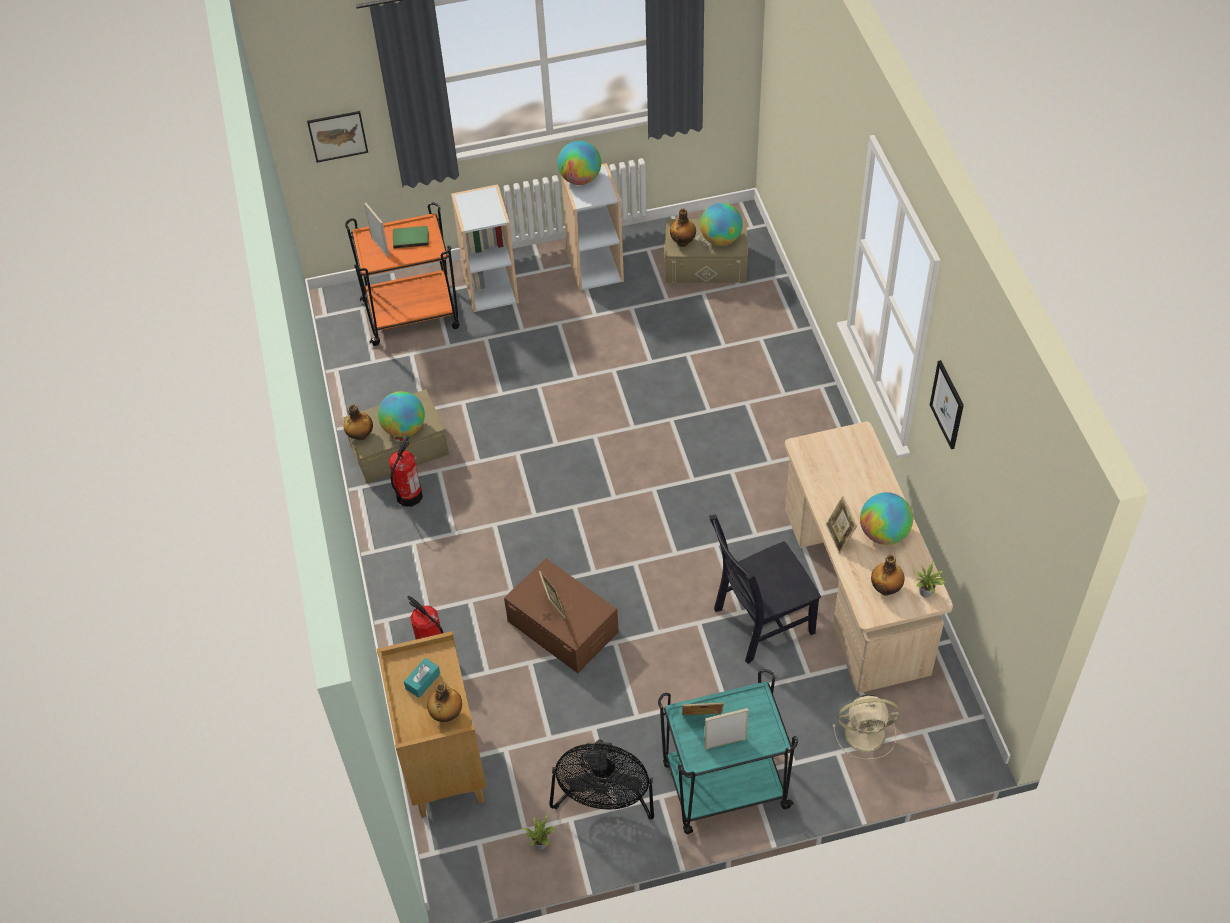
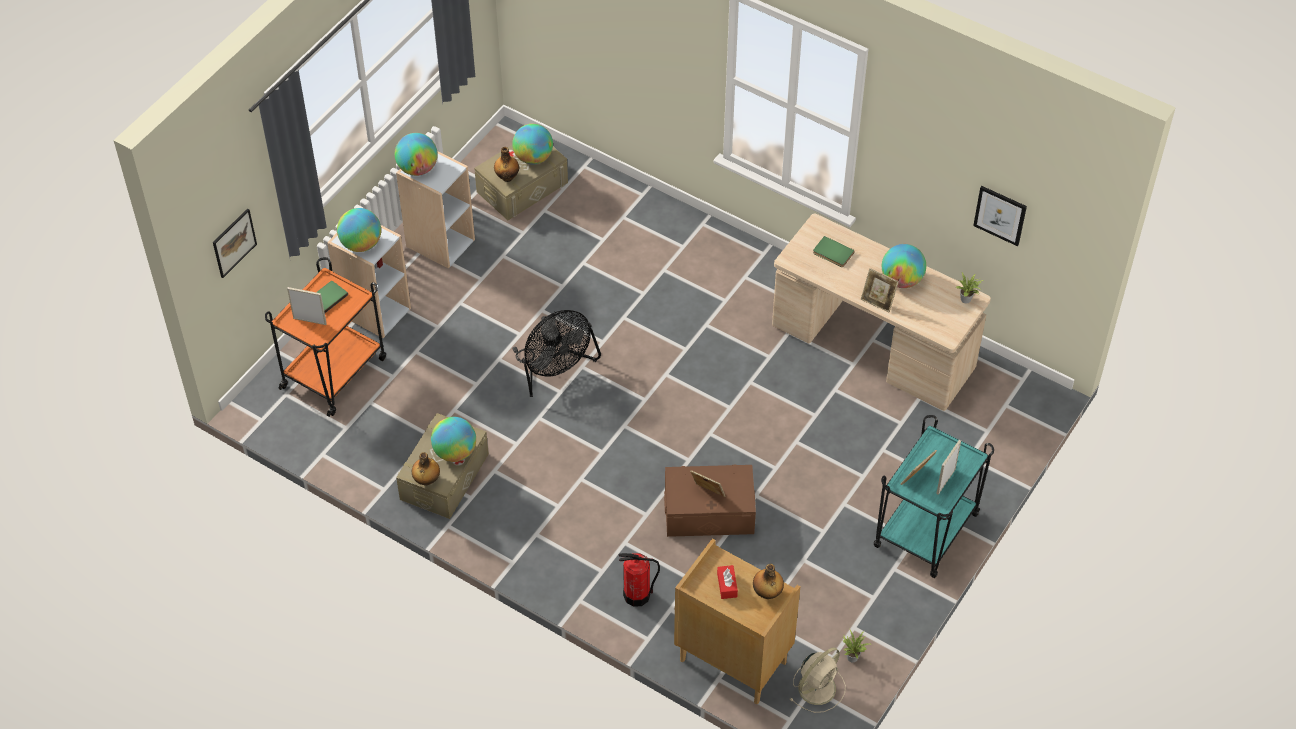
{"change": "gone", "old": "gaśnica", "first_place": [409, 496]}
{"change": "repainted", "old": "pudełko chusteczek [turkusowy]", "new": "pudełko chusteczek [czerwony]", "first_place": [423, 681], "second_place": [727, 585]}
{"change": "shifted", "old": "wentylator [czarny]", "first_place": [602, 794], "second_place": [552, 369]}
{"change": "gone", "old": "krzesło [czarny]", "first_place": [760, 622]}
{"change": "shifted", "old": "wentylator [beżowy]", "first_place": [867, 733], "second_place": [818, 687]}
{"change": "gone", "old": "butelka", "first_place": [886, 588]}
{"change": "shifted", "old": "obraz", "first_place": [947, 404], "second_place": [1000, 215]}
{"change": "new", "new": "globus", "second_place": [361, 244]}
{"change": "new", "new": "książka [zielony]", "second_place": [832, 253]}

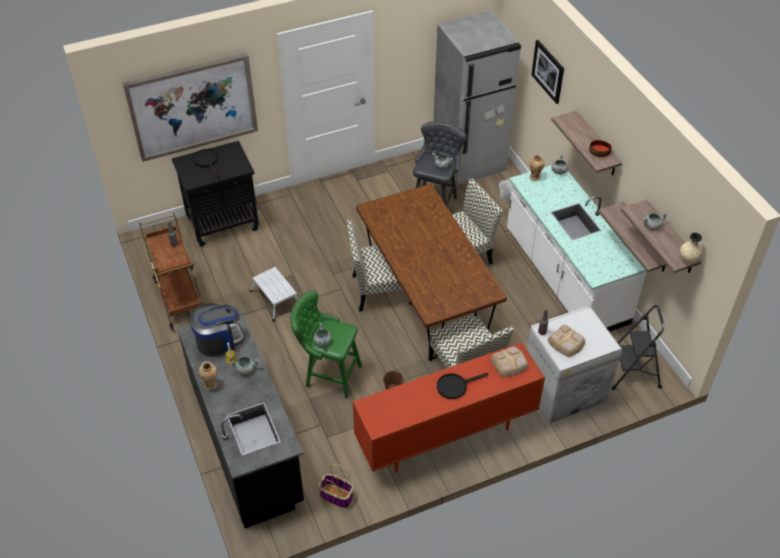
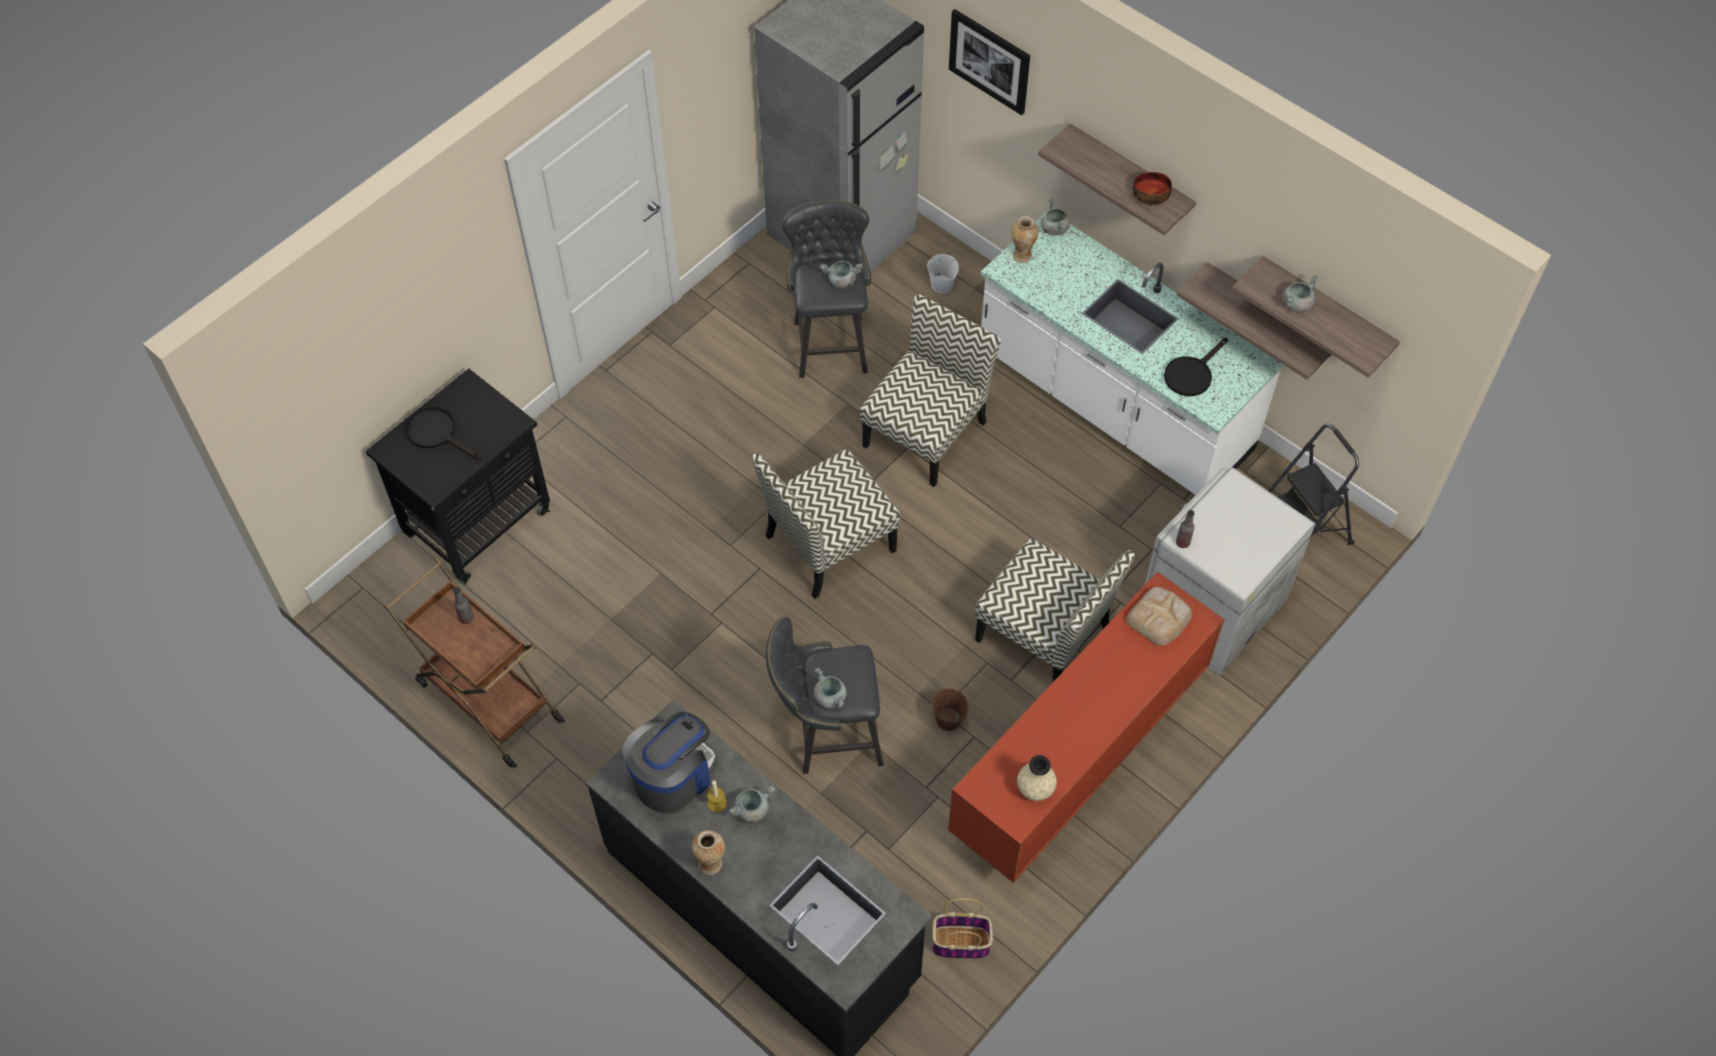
{"change": "gone", "old": "obraz", "first_place": [192, 106]}
{"change": "gone", "old": "drabinka [biały]", "first_place": [276, 298]}
{"change": "repainted", "old": "stołek [zielony]", "new": "stołek [szary]", "first_place": [327, 374], "second_place": [825, 736]}
{"change": "gone", "old": "stół jadalny [brązowy]", "first_place": [425, 298]}
{"change": "shifted", "old": "patelnia [czarny]", "first_place": [455, 386], "second_place": [1191, 374]}
{"change": "gone", "old": "chleb", "first_place": [566, 343]}
{"change": "shifted", "old": "wazon [beżowy]", "first_place": [688, 259], "second_place": [1035, 789]}

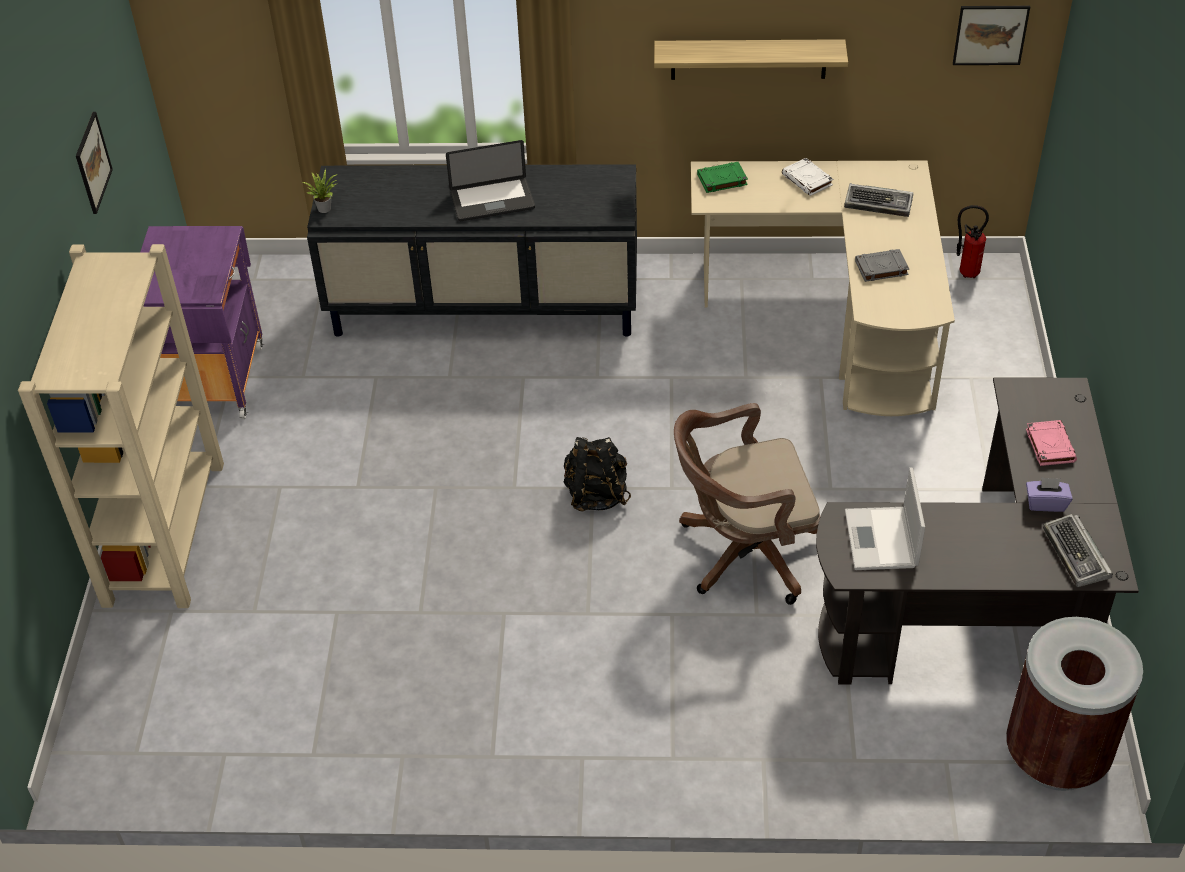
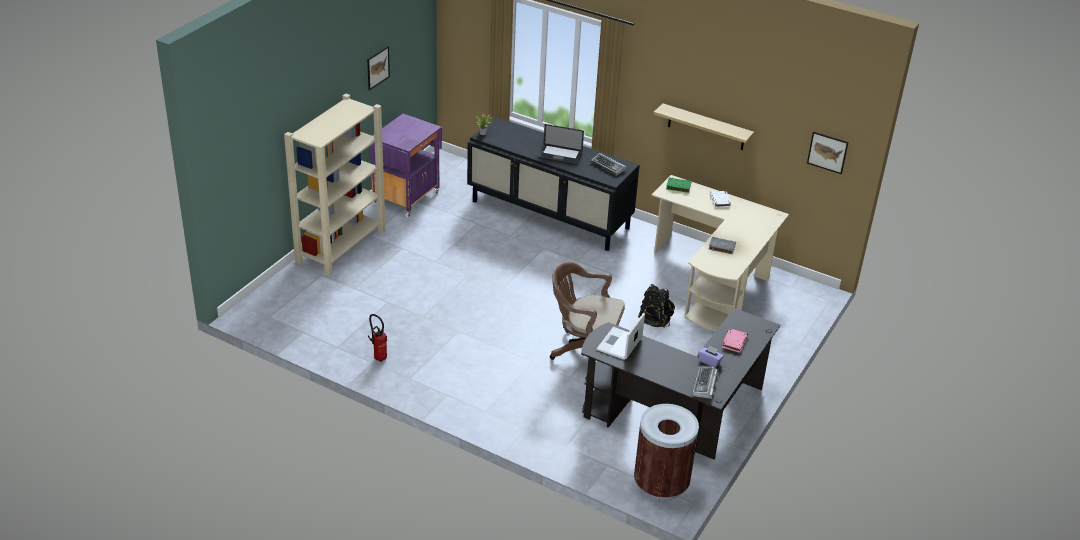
{"change": "shifted", "old": "plecak [czarny]", "first_place": [596, 494], "second_place": [655, 320]}
{"change": "shifted", "old": "klawiatura", "first_place": [879, 204], "second_place": [608, 167]}
{"change": "shifted", "old": "gaśnica", "first_place": [965, 273], "second_place": [379, 357]}

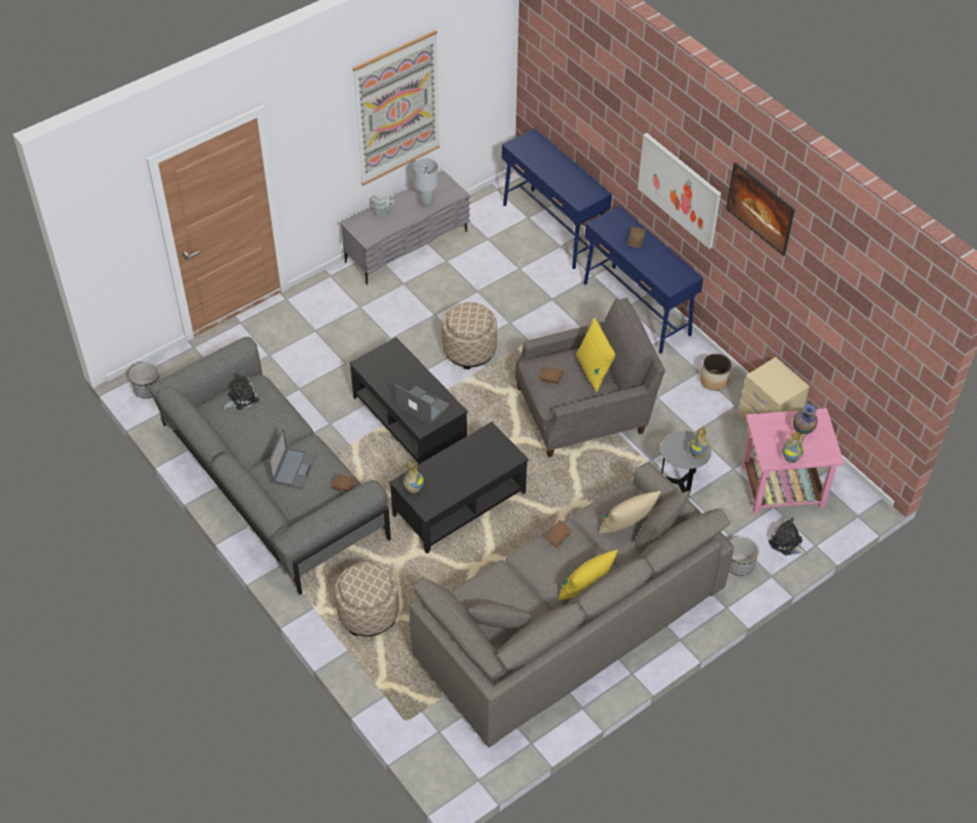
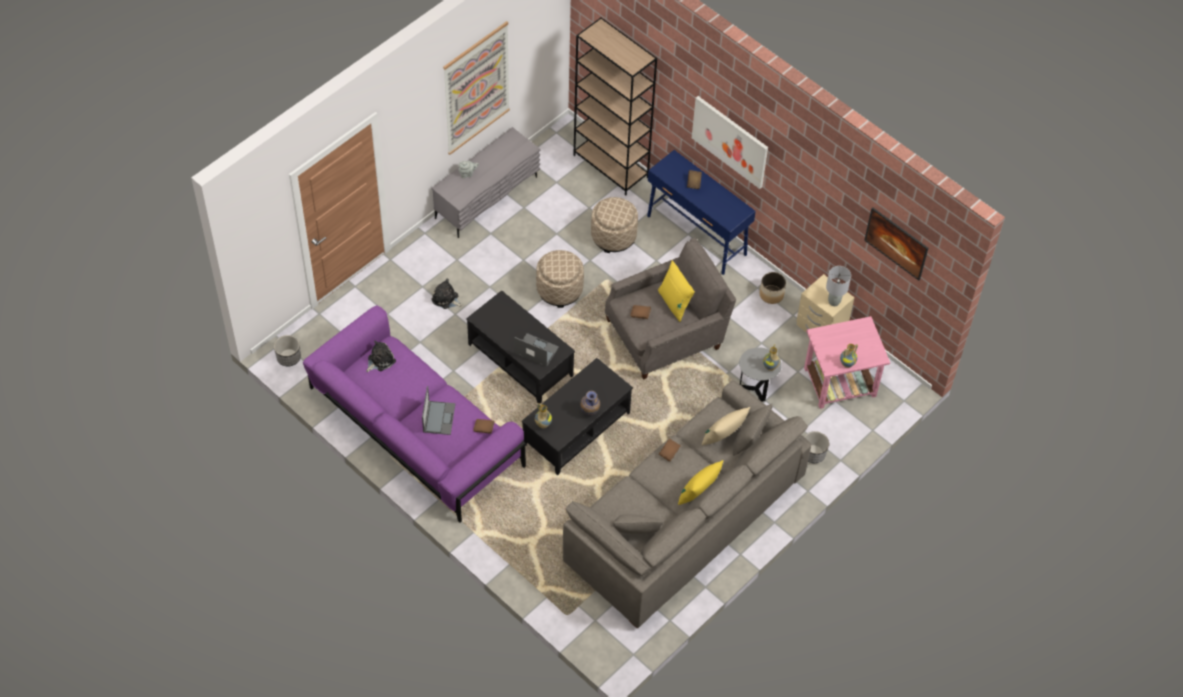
{"change": "repainted", "old": "kanapa [szary]", "new": "kanapa [fioletowy]", "first_place": [270, 482], "second_place": [413, 428]}
{"change": "shifted", "old": "pufa [beżowy]", "first_place": [368, 613], "second_place": [613, 236]}
{"change": "shifted", "old": "lampa stołowa [szary]", "first_place": [427, 203], "second_place": [834, 302]}
{"change": "swapped", "old": "stolik konsolowy [niebieski]", "new": "regał [beżowy]", "first_place": [552, 229], "second_place": [611, 166]}
{"change": "shifted", "old": "obraz", "first_place": [758, 220], "second_place": [894, 251]}
{"change": "shifted", "old": "pluszak", "first_place": [787, 543], "second_place": [446, 299]}
{"change": "shifted", "old": "wazon", "first_place": [802, 433], "second_place": [590, 412]}

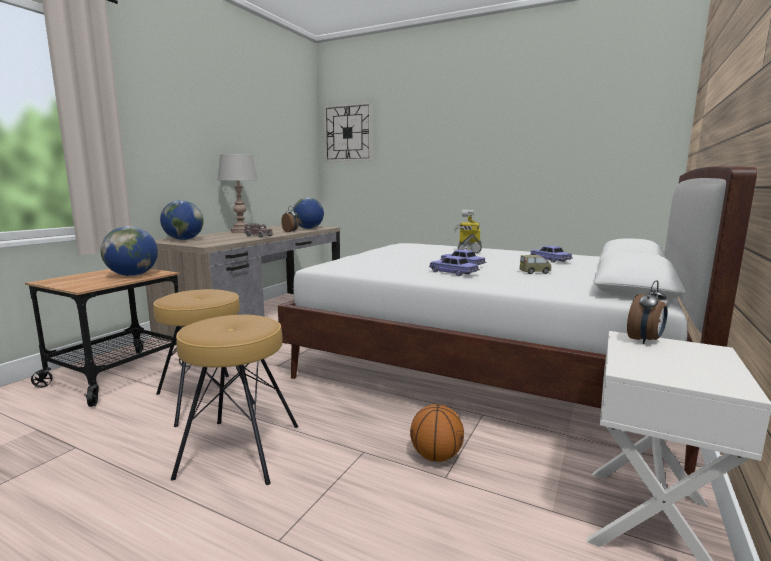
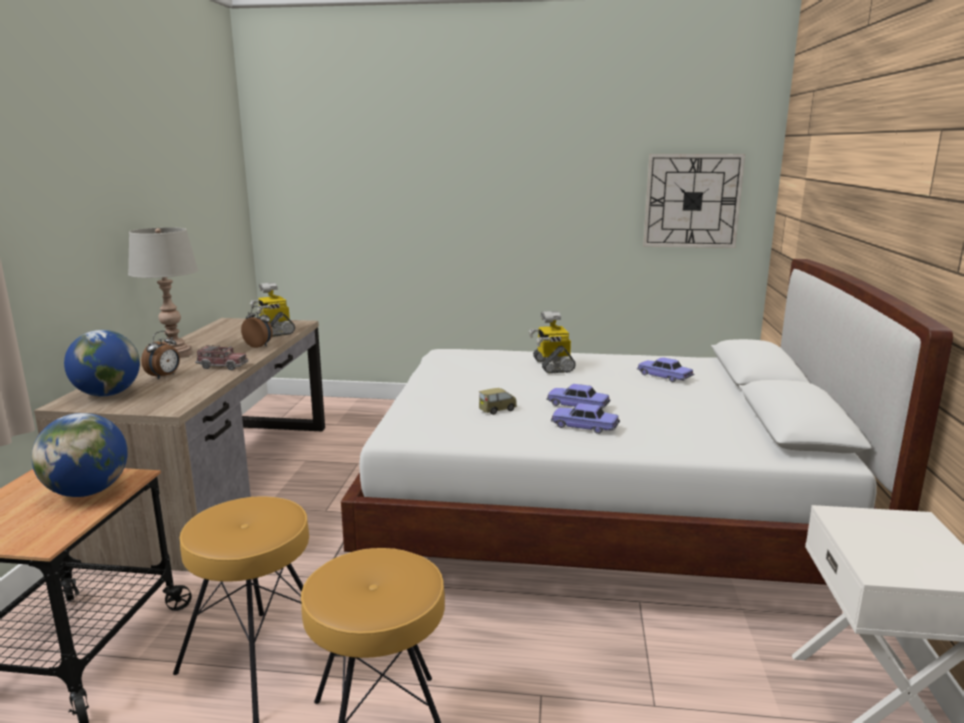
{"change": "swapped", "old": "globus", "new": "robot zabawkowy", "first_place": [308, 228], "second_place": [274, 331]}
{"change": "shifted", "old": "zegar ścienny", "first_place": [348, 133], "second_place": [692, 201]}
{"change": "gone", "old": "piłka do koszykówki", "first_place": [436, 456]}
{"change": "shifted", "old": "samochodzik", "first_place": [535, 272], "second_place": [498, 410]}
{"change": "shifted", "old": "budzik", "first_place": [645, 340], "second_place": [164, 376]}

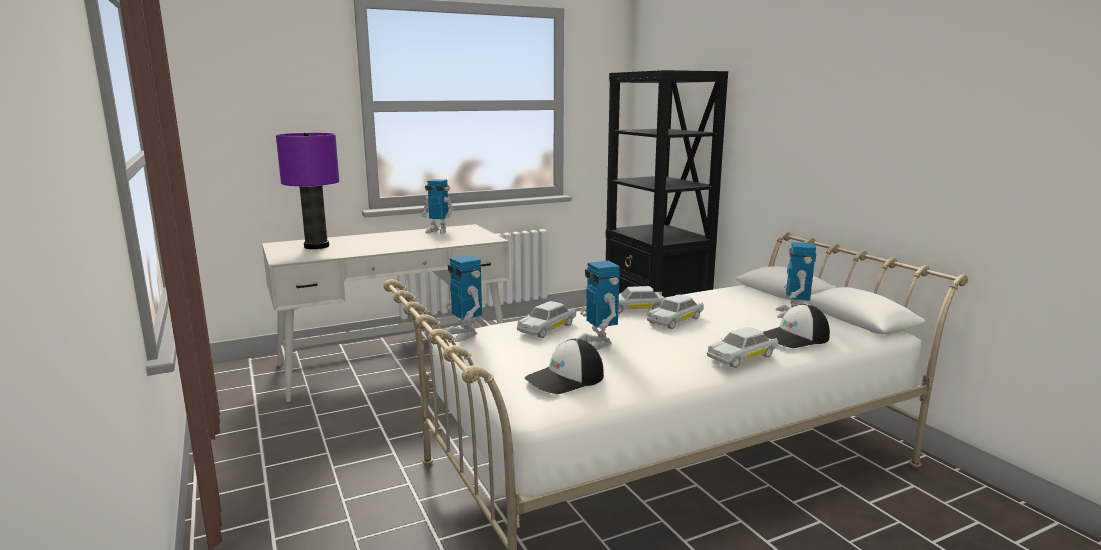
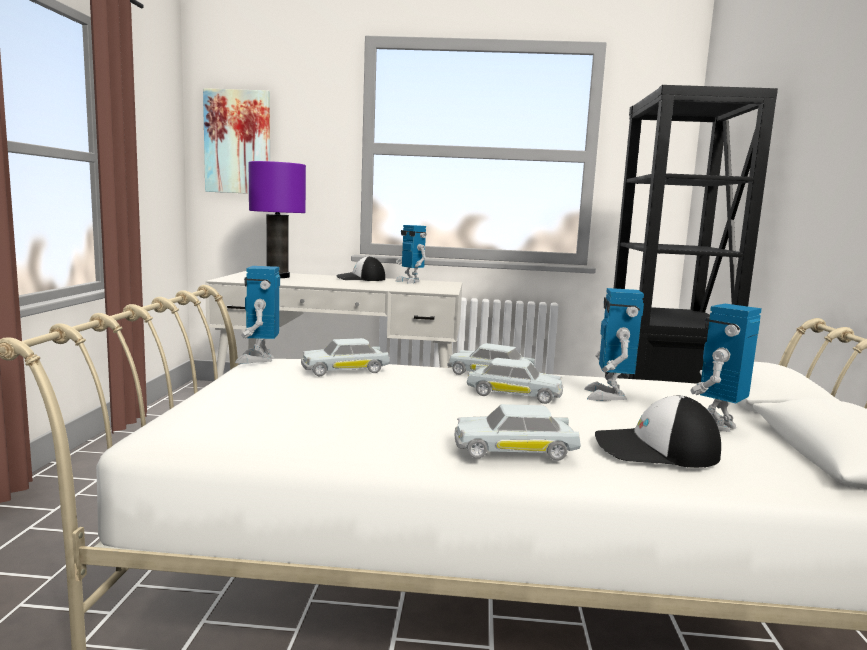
{"change": "shifted", "old": "czapka z daszkiem", "first_place": [565, 379], "second_place": [360, 279]}
{"change": "shifted", "old": "robot zabawkowy", "first_place": [597, 343], "second_place": [608, 395]}
{"change": "rotated", "old": "samochodzik [biały]", "first_place": [675, 320], "second_place": [514, 394], "degrees": -150}
{"change": "new", "new": "obraz", "second_place": [238, 142]}

